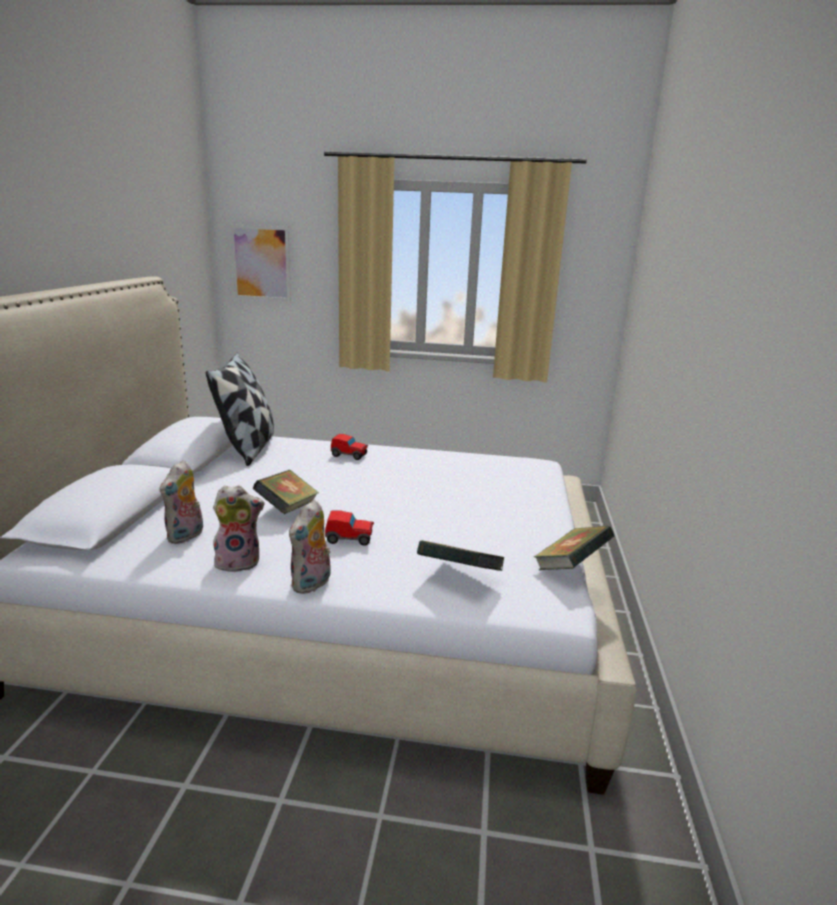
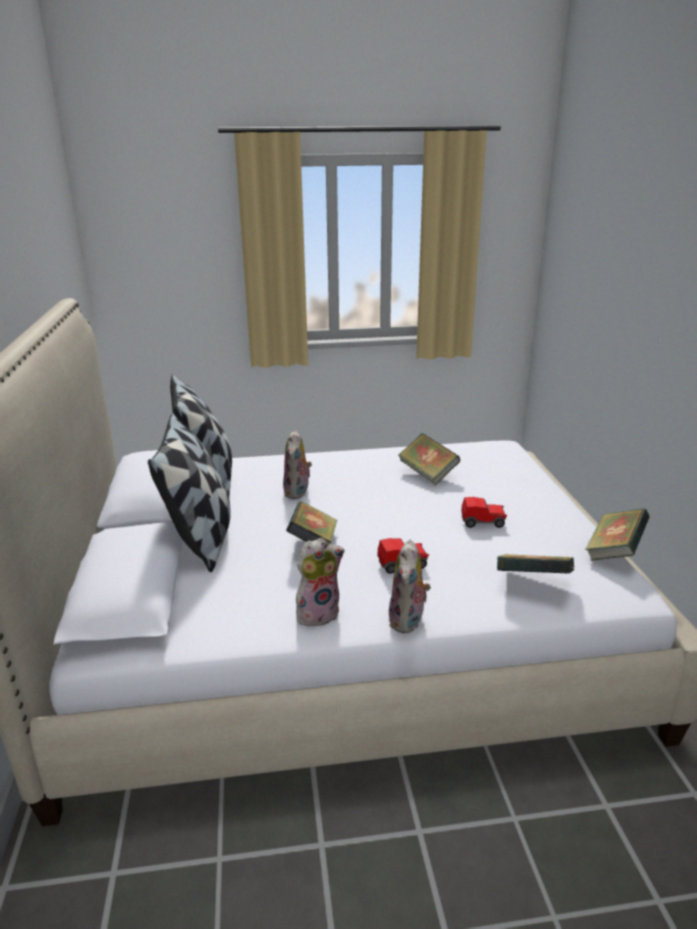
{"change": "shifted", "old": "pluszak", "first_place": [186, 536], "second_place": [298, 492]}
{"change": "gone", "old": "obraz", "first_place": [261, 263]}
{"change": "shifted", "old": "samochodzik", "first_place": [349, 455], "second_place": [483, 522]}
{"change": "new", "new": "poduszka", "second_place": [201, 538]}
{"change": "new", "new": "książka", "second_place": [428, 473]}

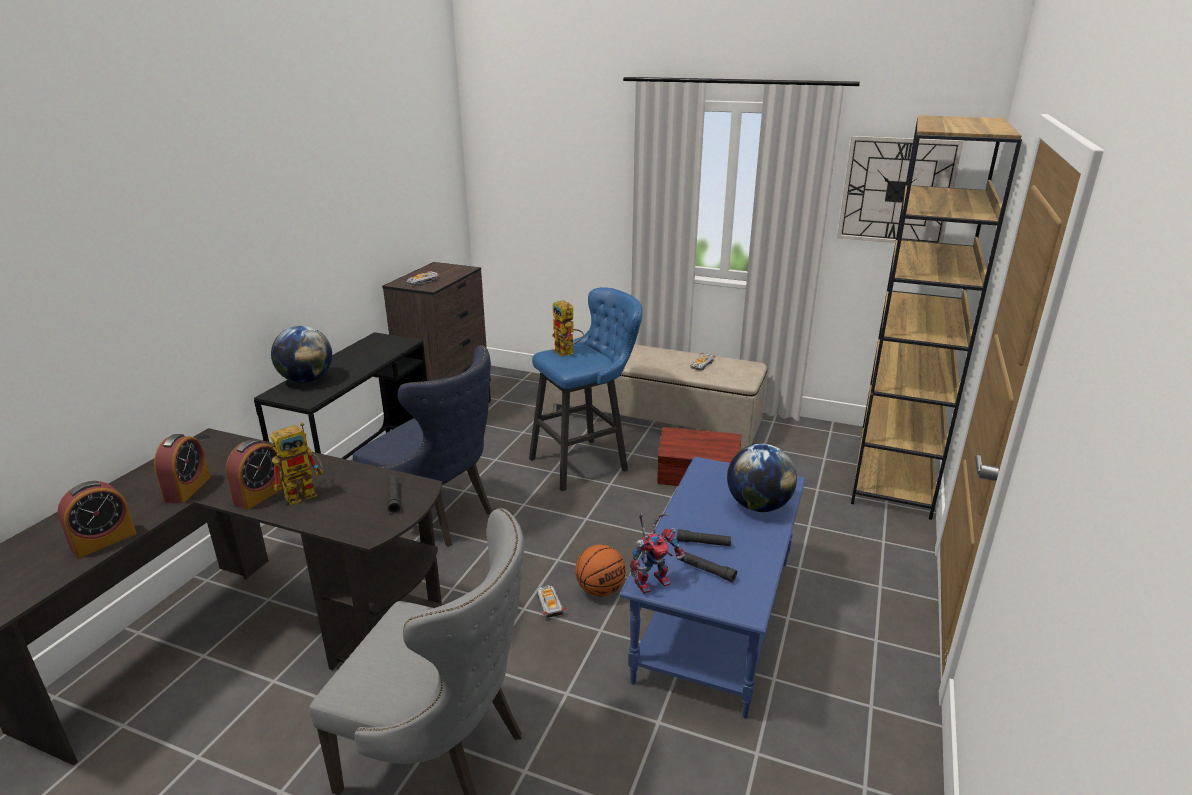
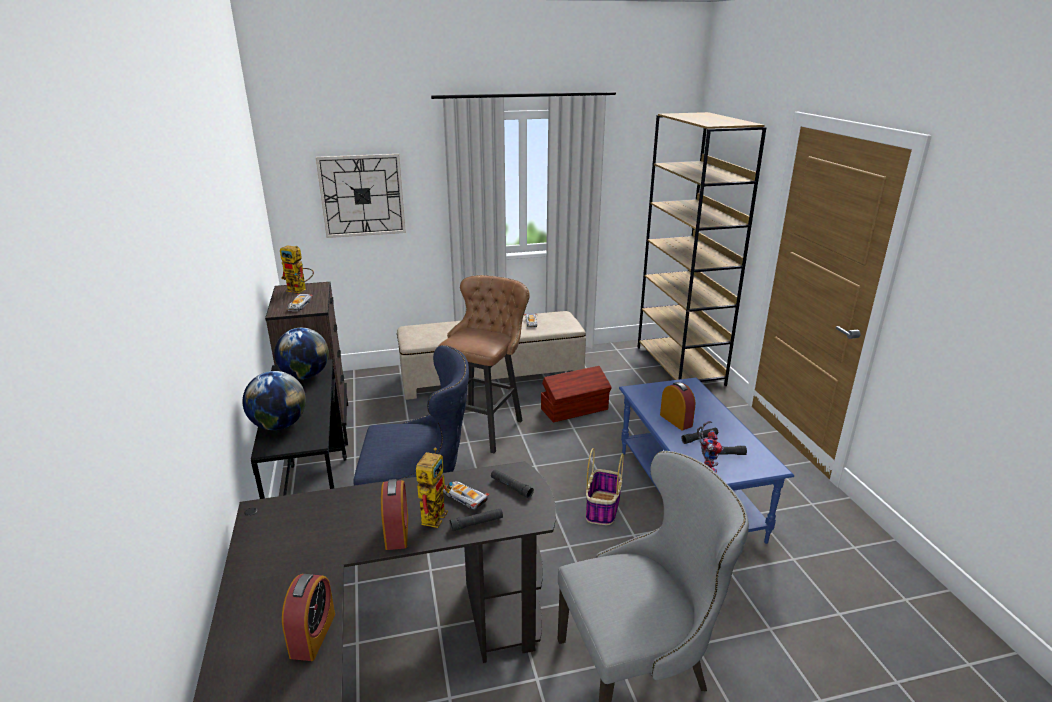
{"change": "shifted", "old": "budzik", "first_place": [187, 489], "second_place": [676, 420]}
{"change": "repainted", "old": "stołek [niebieski]", "new": "stołek [brązowy]", "first_place": [588, 461], "second_place": [486, 424]}
{"change": "shifted", "old": "samochodzik", "first_place": [549, 604], "second_place": [465, 498]}
{"change": "shifted", "old": "robot zabawkowy", "first_place": [567, 353], "second_place": [300, 290]}
{"change": "swapped", "old": "piłka do koszykówki", "new": "koszyk", "first_place": [600, 590], "second_place": [602, 509]}
{"change": "shifted", "old": "globus", "first_place": [758, 506], "second_place": [305, 376]}
{"change": "shifted", "old": "zegar ścienny", "first_place": [897, 191], "second_place": [362, 195]}
{"change": "new", "new": "latarka [czarny]", "second_place": [477, 523]}

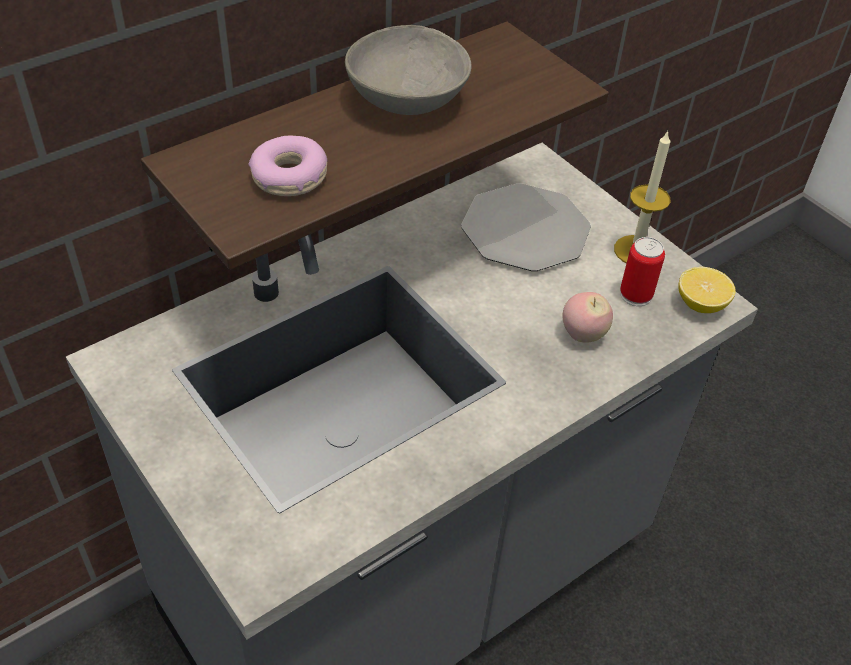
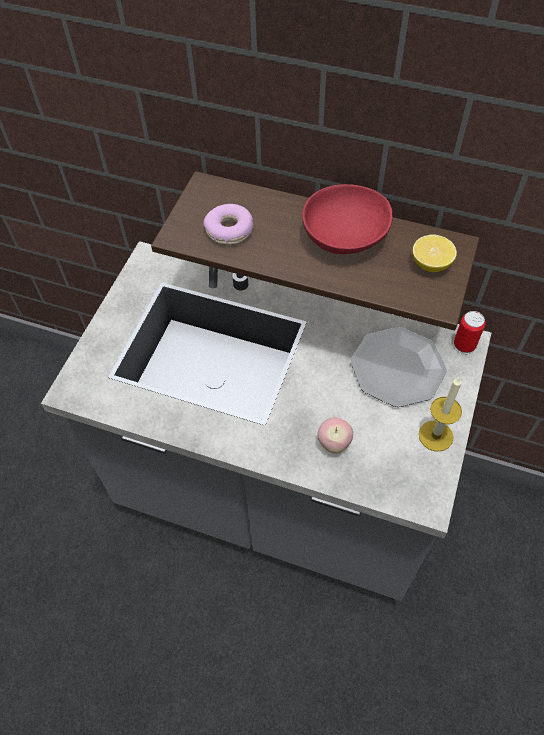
{"change": "repainted", "old": "miska [szary]", "new": "miska [czerwony]", "first_place": [405, 99], "second_place": [344, 236]}
{"change": "shifted", "old": "puszka", "first_place": [635, 295], "second_place": [464, 345]}
{"change": "shifted", "old": "cytryna", "first_place": [700, 304], "second_place": [431, 264]}

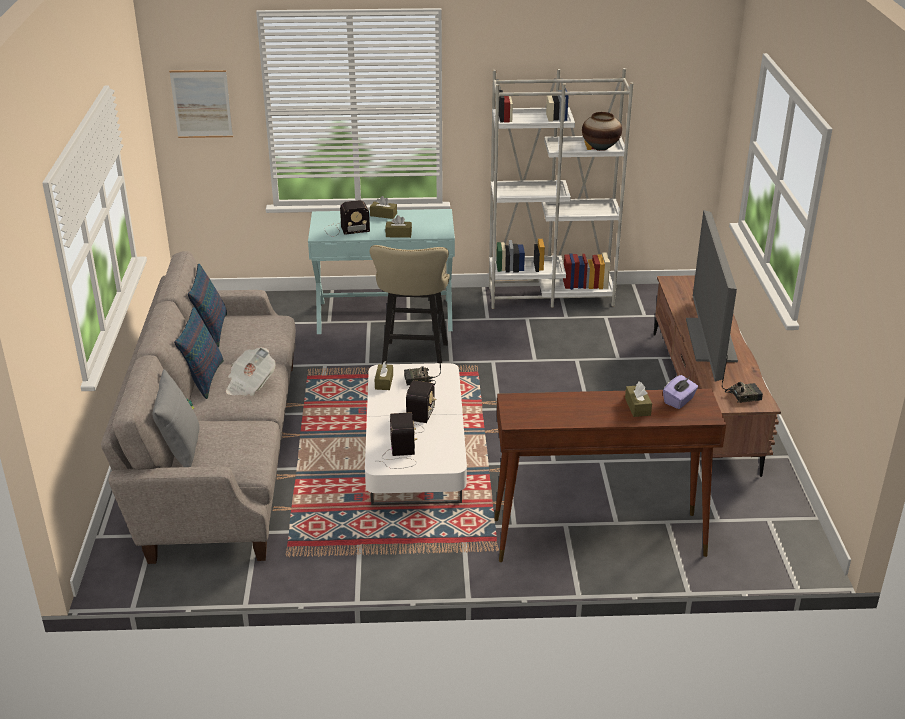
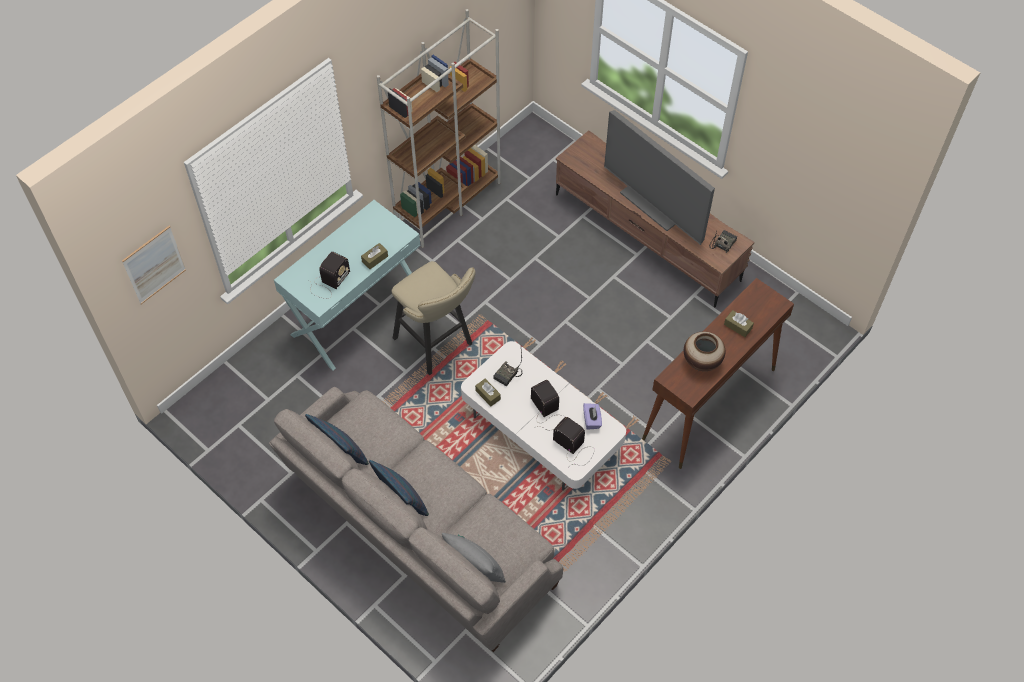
{"change": "gone", "old": "gazeta", "first_place": [250, 384]}
{"change": "gone", "old": "pudełko chusteczek [brązowy]", "first_place": [383, 215]}
{"change": "repainted", "old": "regał [biały]", "new": "regał [brązowy]", "first_place": [551, 297], "second_place": [448, 204]}
{"change": "shifted", "old": "wazon", "first_place": [600, 148], "second_place": [702, 361]}
{"change": "shifted", "old": "pudełko chusteczek [fioletowy]", "first_place": [679, 401], "second_place": [592, 420]}

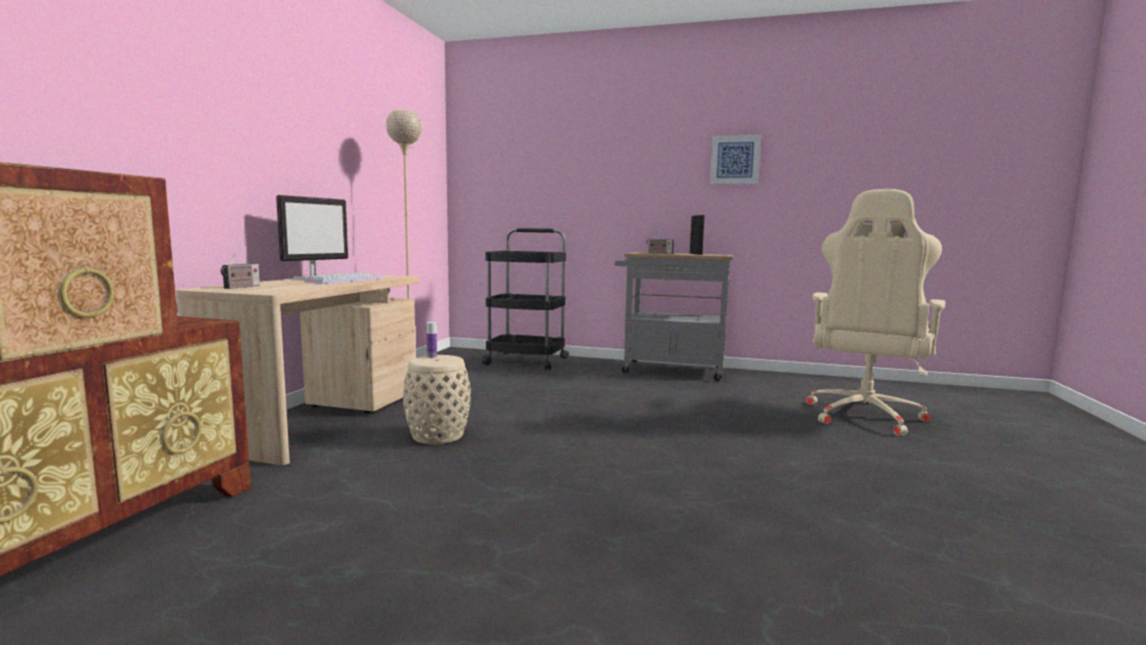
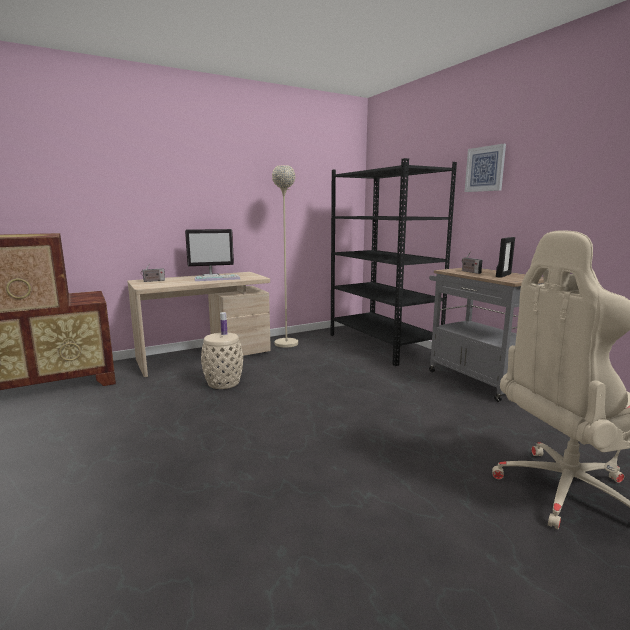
{"change": "swapped", "old": "wózek [czarny]", "new": "regał [czarny]", "first_place": [526, 361], "second_place": [382, 344]}
{"change": "shifted", "old": "obraz", "first_place": [735, 160], "second_place": [485, 169]}

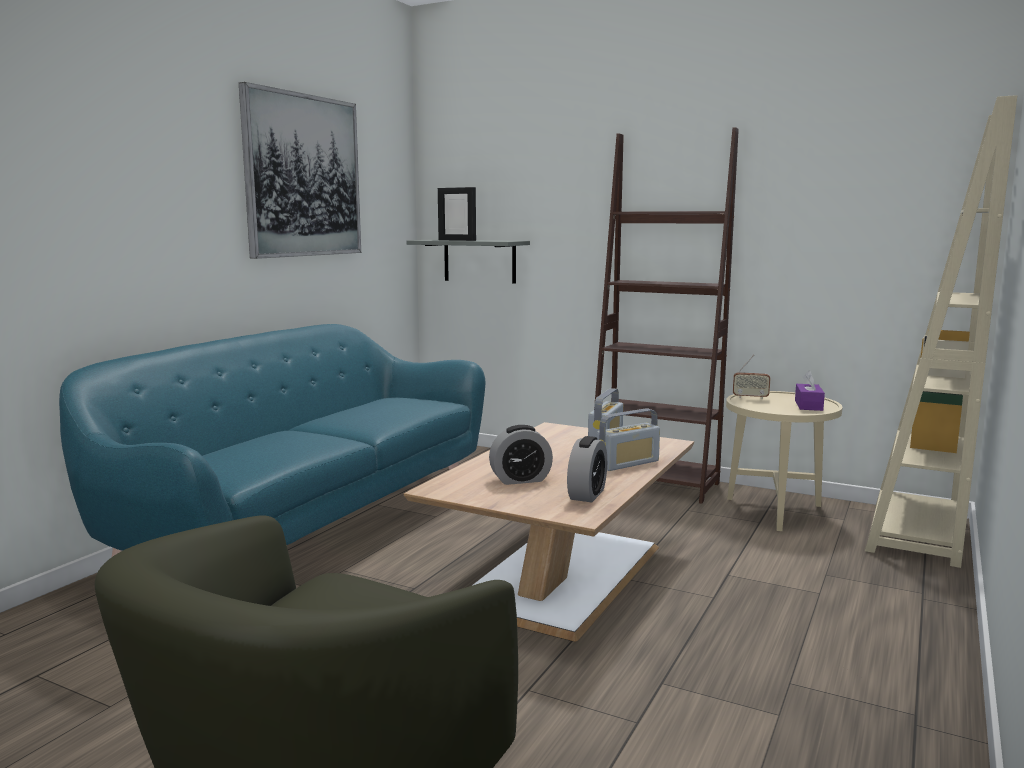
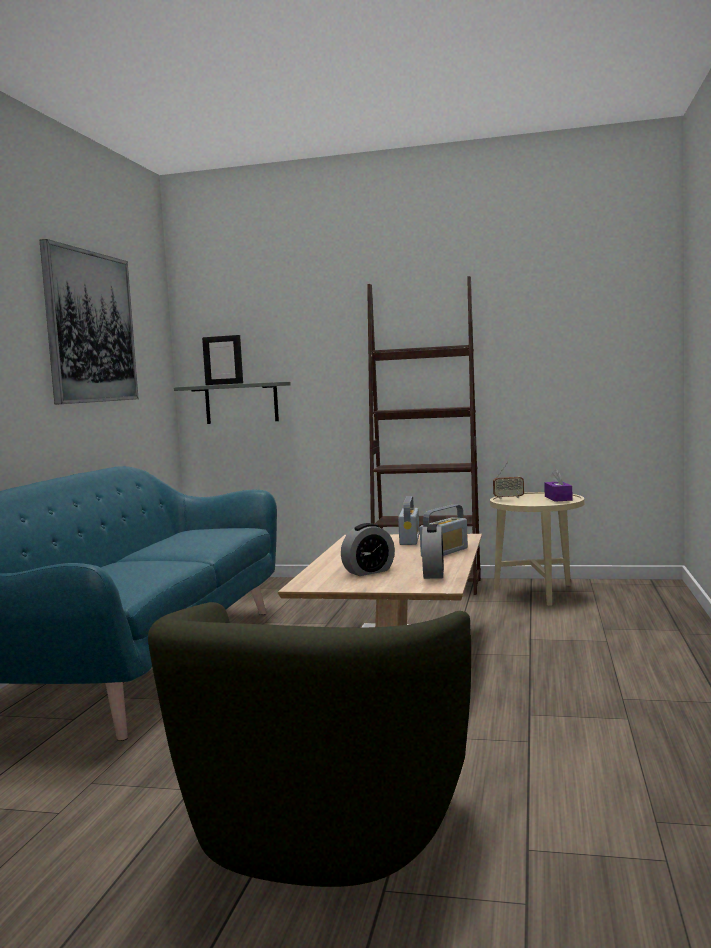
{"change": "gone", "old": "regał [beżowy]", "first_place": [915, 534]}

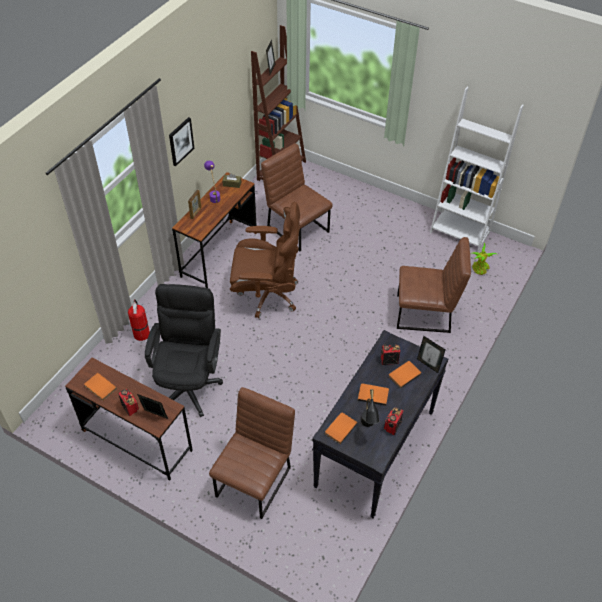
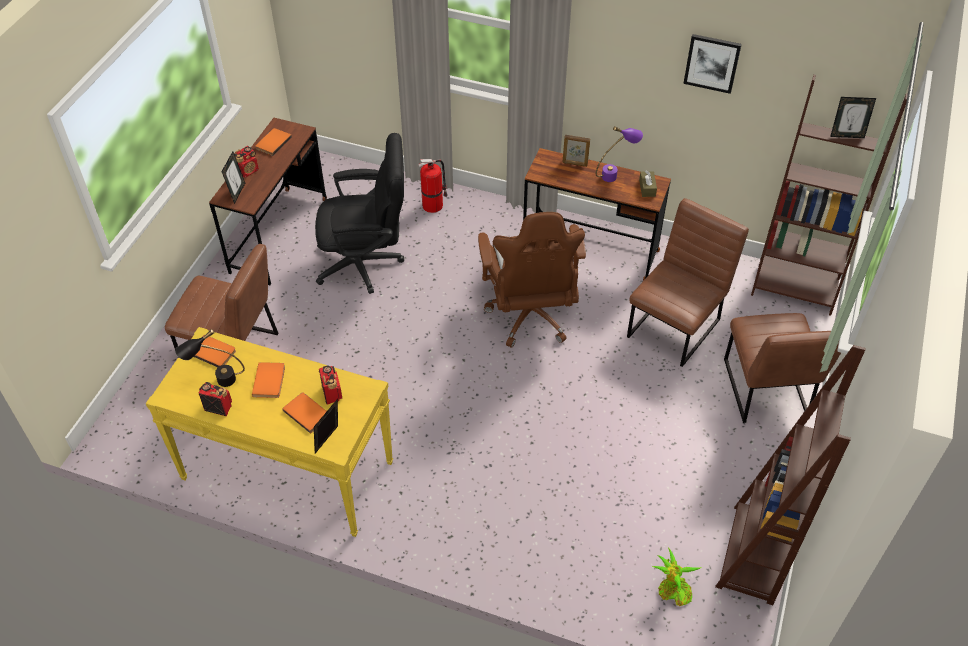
{"change": "shifted", "old": "obraz", "first_place": [180, 141], "second_place": [712, 63]}
{"change": "repainted", "old": "stolik konsolowy [czarny]", "new": "stolik konsolowy [żółty]", "first_place": [375, 449], "second_place": [286, 471]}
{"change": "shifted", "old": "krzesło [brązowy]", "first_place": [425, 314], "second_place": [765, 390]}
{"change": "repainted", "old": "regał [biały]", "new": "regał [brązowy]", "first_place": [459, 233], "second_place": [753, 554]}

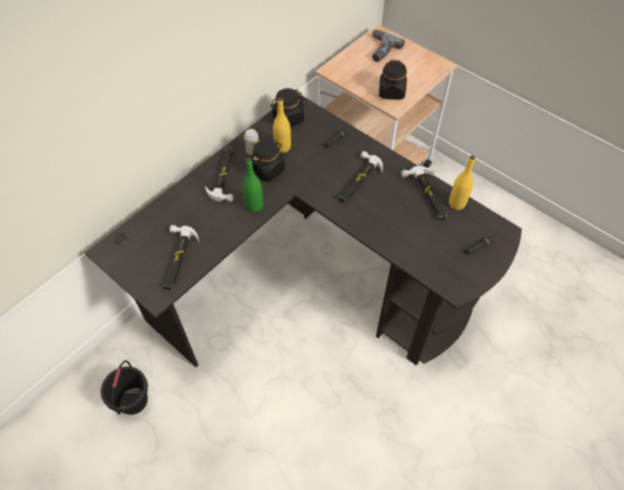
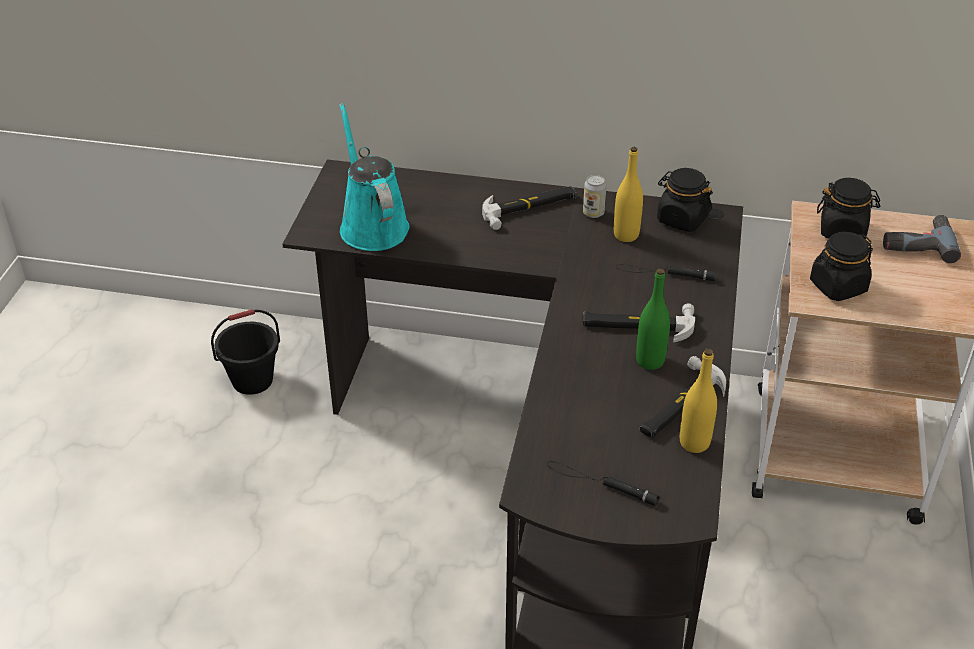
{"change": "swapped", "old": "młotek", "new": "konewka [turkusowy]", "first_place": [177, 259], "second_place": [372, 225]}
{"change": "shifted", "old": "butelka [zielony]", "first_place": [254, 206], "second_place": [650, 361]}
{"change": "shifted", "old": "słoik [czarny]", "first_place": [267, 170], "second_place": [842, 230]}

